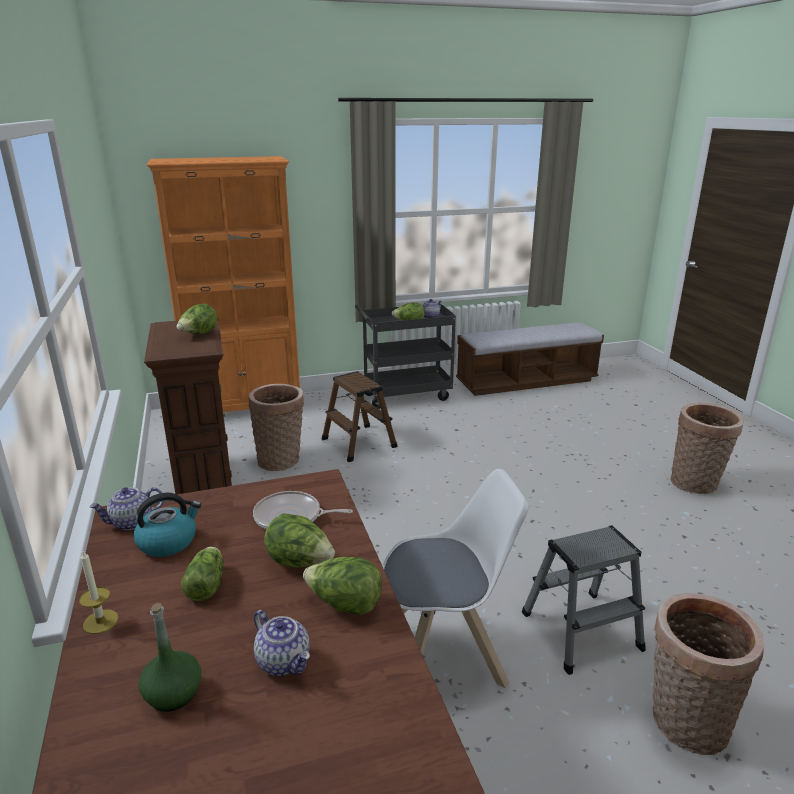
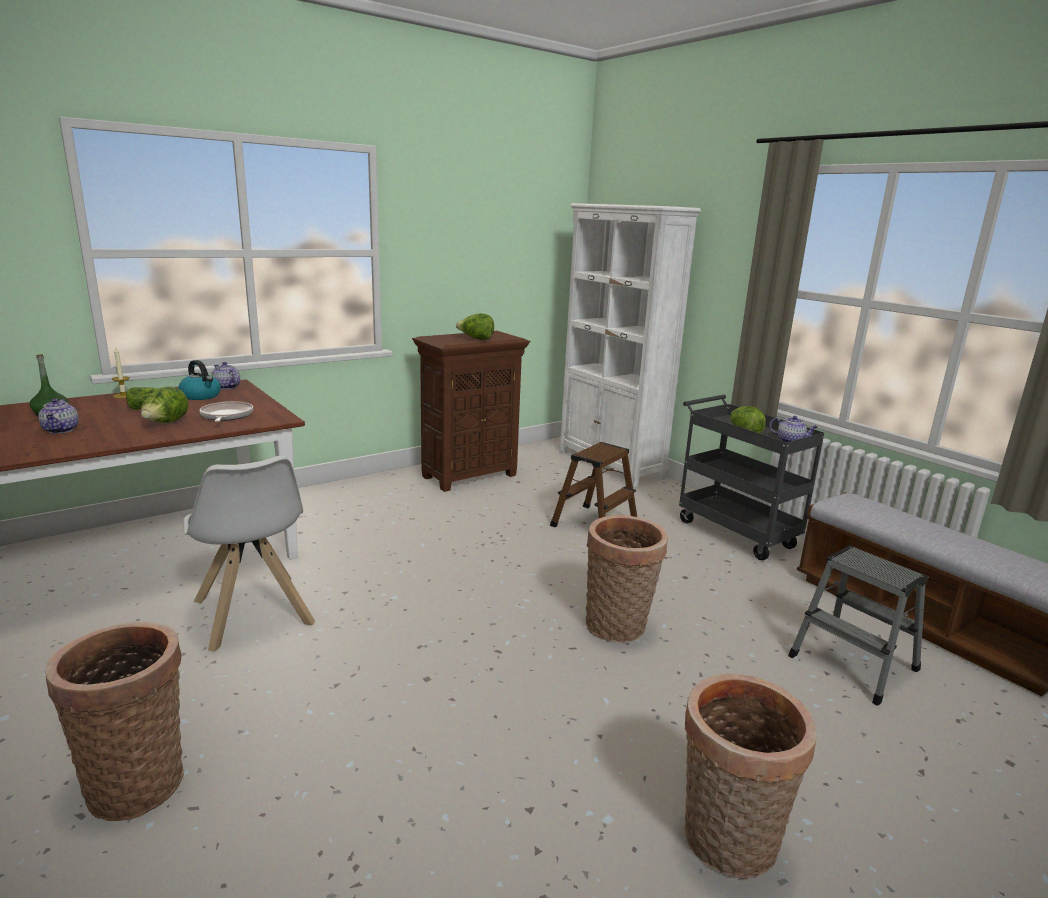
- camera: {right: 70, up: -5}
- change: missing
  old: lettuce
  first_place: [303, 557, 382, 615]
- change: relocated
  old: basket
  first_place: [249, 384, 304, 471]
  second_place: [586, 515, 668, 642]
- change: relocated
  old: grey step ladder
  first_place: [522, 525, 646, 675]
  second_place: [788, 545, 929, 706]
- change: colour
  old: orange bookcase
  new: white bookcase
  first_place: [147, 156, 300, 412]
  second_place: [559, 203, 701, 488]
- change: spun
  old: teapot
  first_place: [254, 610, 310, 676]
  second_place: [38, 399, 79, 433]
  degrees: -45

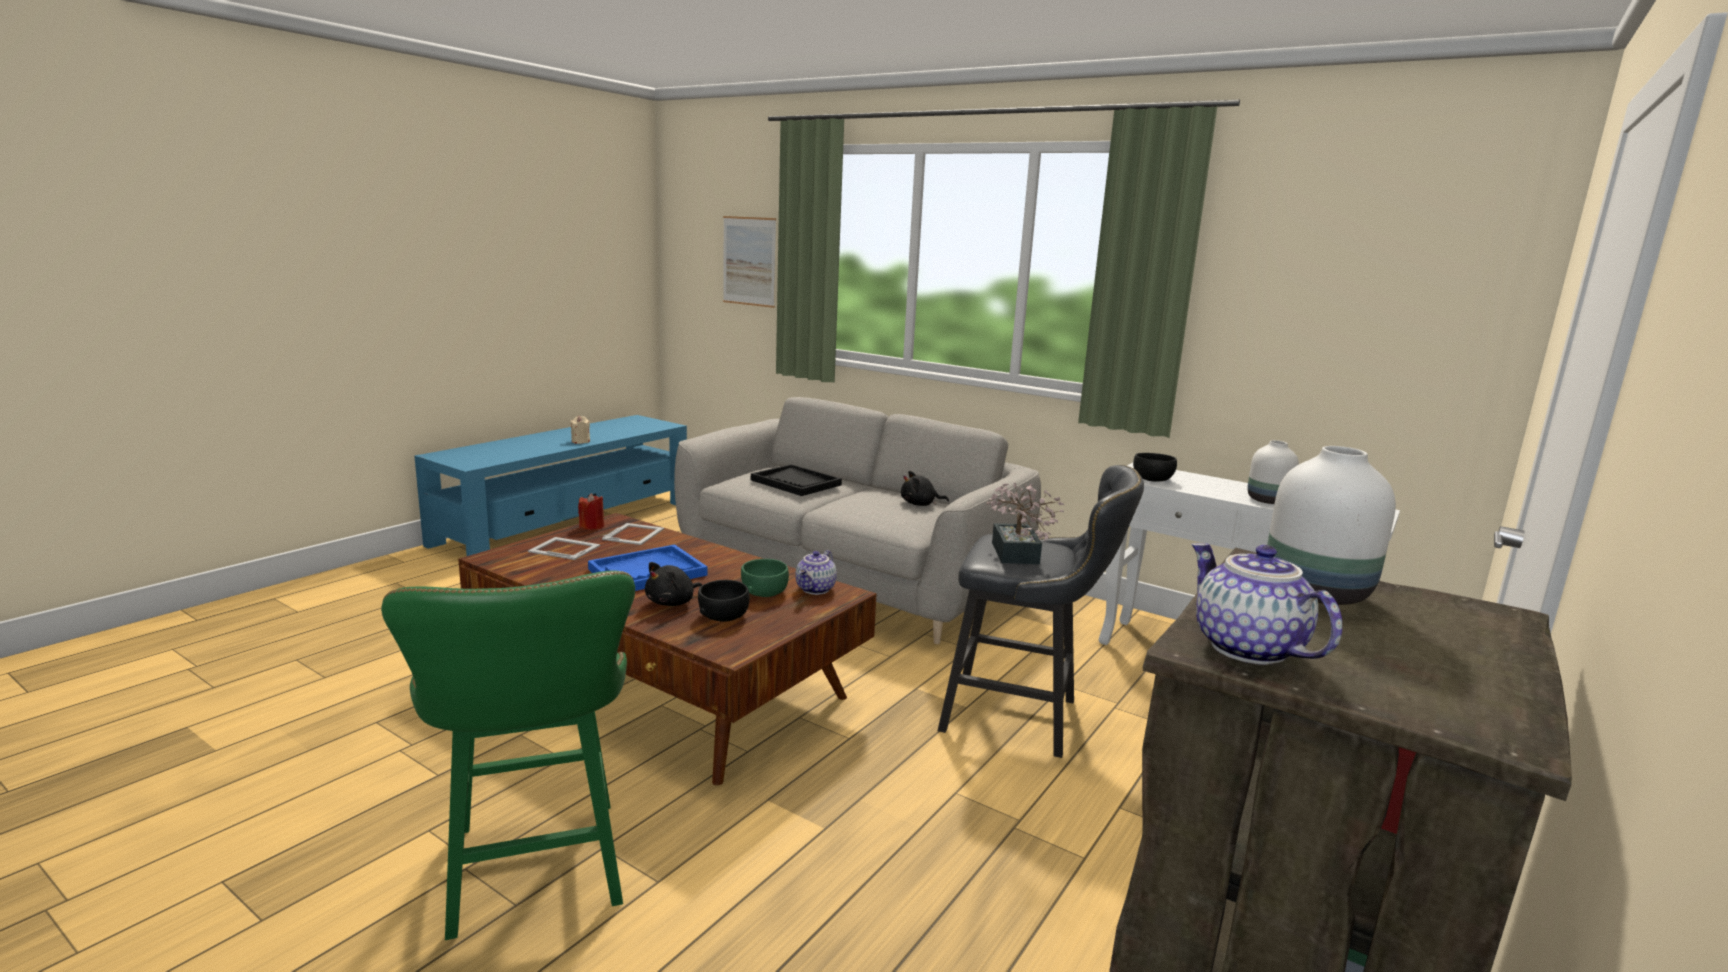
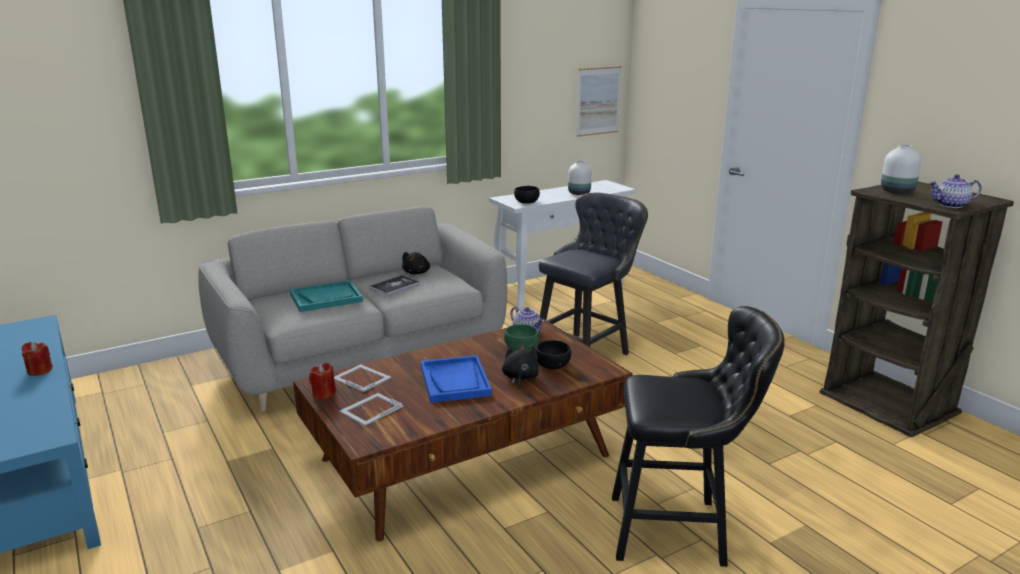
- camera: {right: -65, up: 5}
- change: missing
  old: potted plant
  first_place: [986, 483, 1064, 564]
- change: appeared
  new: book
  second_place: [370, 275, 420, 296]
- change: relocated
  old: picture
  first_place: [723, 216, 776, 308]
  second_place: [577, 66, 622, 137]
- change: colour
  old: green stool
  new: black stool
  first_place: [381, 570, 635, 940]
  second_place: [612, 306, 785, 567]
- change: colour
  old: beige candle
  new: red candle
  first_place: [570, 416, 590, 444]
  second_place: [22, 342, 53, 376]
- change: colour
  old: black tray
  new: turquoise tray
  first_place: [751, 464, 842, 496]
  second_place: [290, 280, 363, 312]
- change: spun
  old: black plush toy
  first_place: [645, 562, 702, 606]
  second_place: [502, 344, 539, 390]
  degrees: -150

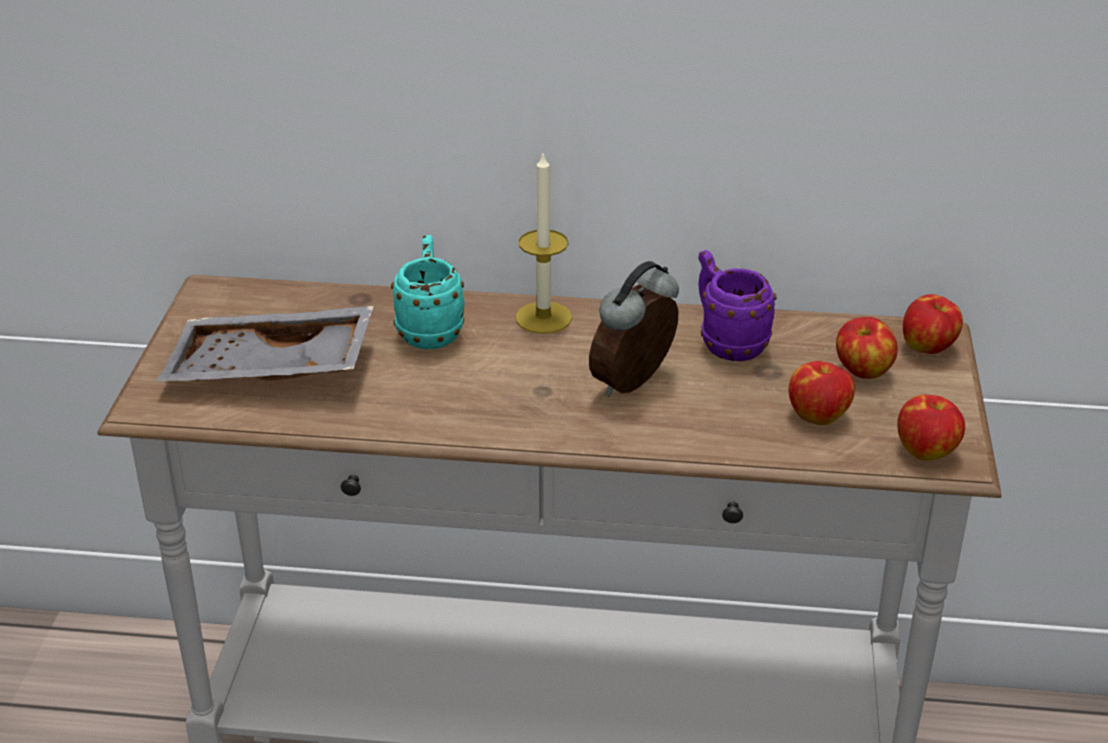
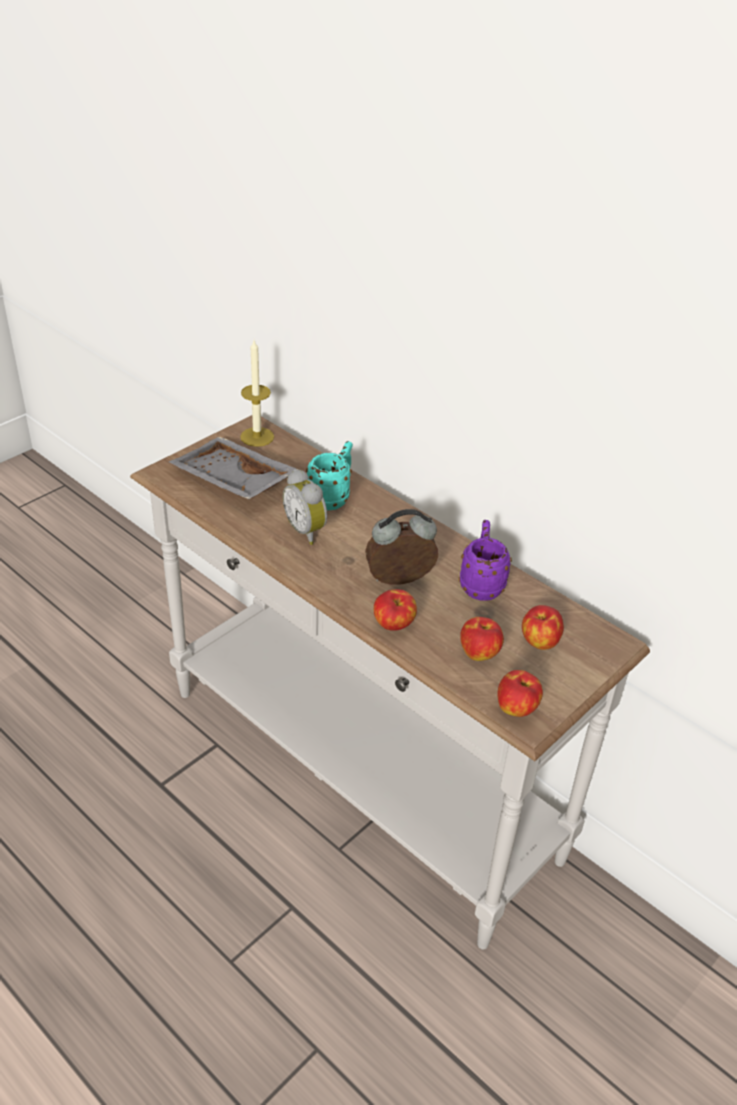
- camera: {right: 35, up: 5}
- change: appeared
  new: alarm clock
  second_place: [283, 469, 327, 545]
- change: relocated
  old: candle
  first_place: [515, 154, 572, 334]
  second_place: [240, 340, 274, 447]
- change: relocated
  old: apple
  first_place: [903, 294, 963, 354]
  second_place: [374, 589, 417, 631]

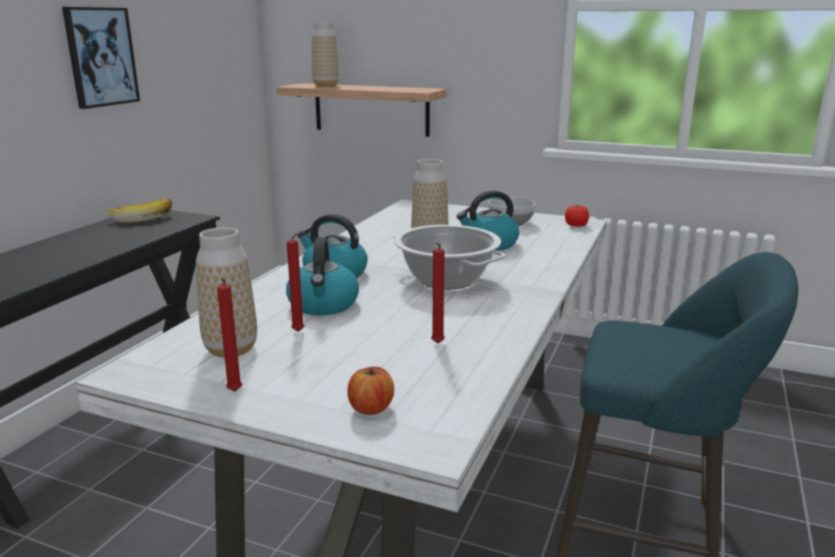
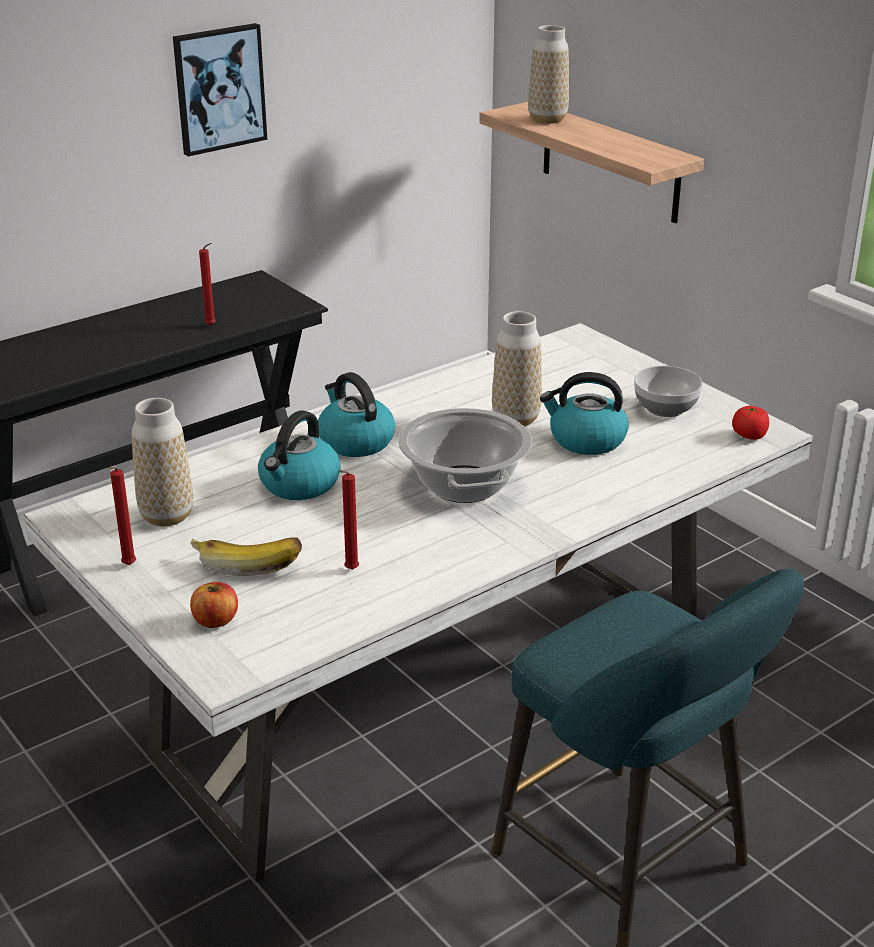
- camera: {right: 30, up: 10}
- change: relocated
  old: banana
  first_place: [104, 199, 172, 223]
  second_place: [190, 537, 302, 576]
- change: relocated
  old: red candle
  first_place: [287, 230, 304, 332]
  second_place: [199, 243, 216, 326]

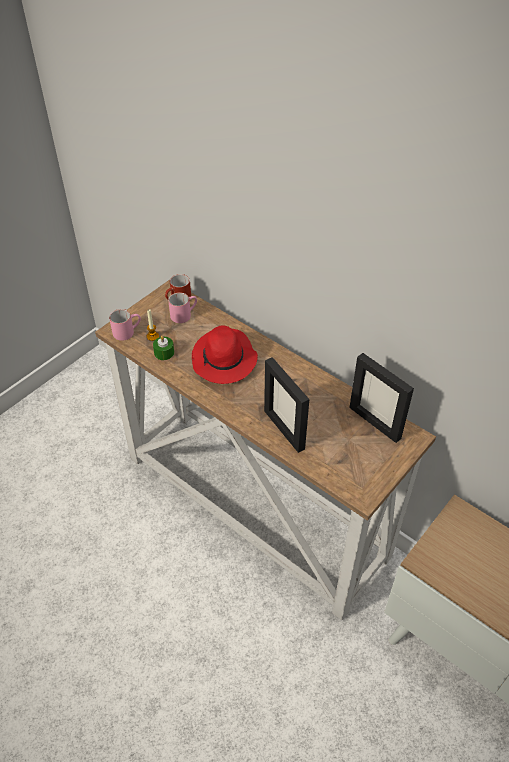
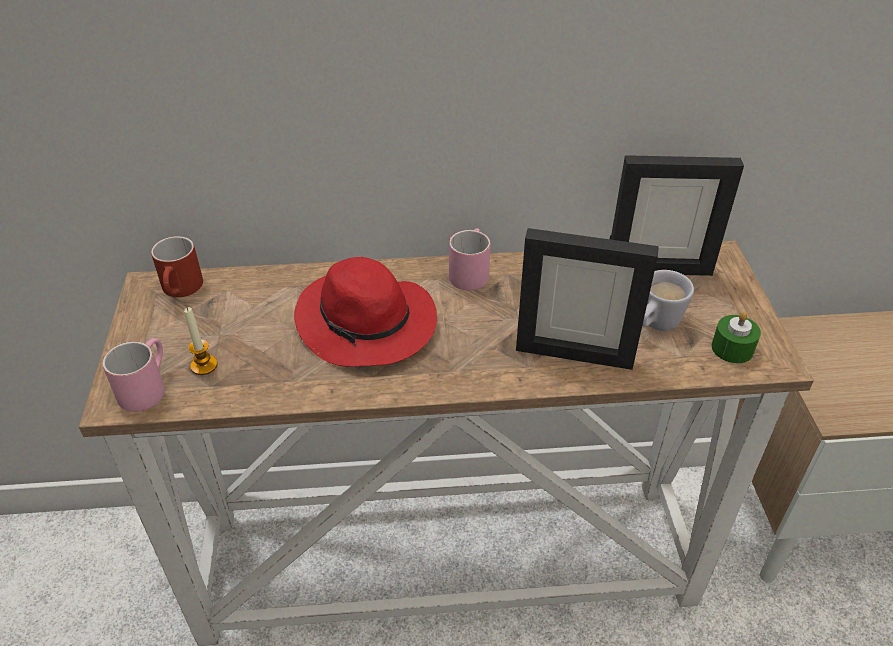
- camera: {right: -45, up: -5}
- change: appeared
  new: white mug
  second_place: [642, 270, 694, 331]
- change: relocated
  old: green candle
  first_place: [153, 336, 174, 360]
  second_place: [712, 312, 761, 363]
- change: relocated
  old: pink mug
  first_place: [168, 292, 197, 323]
  second_place: [449, 228, 491, 290]

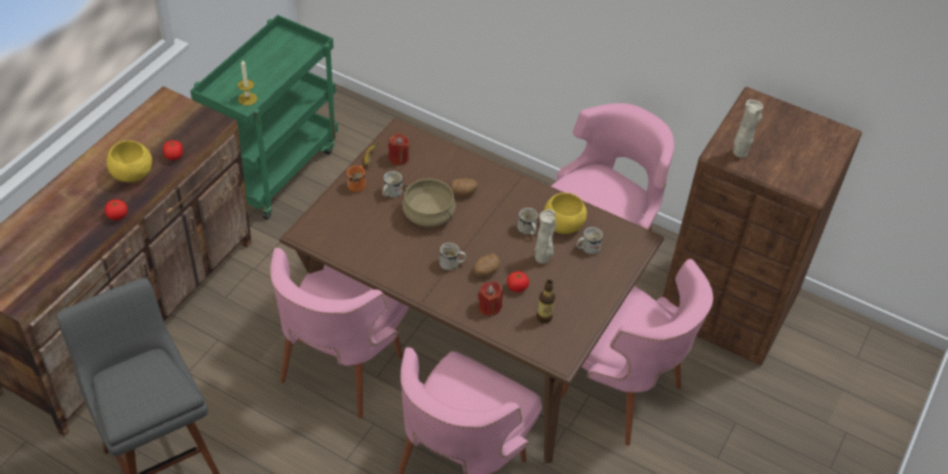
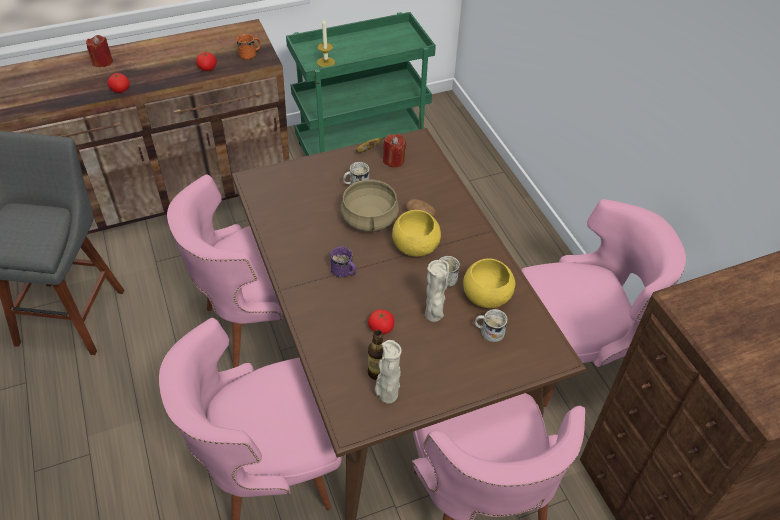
- camera: {right: 40, up: 0}
- change: missing
  old: potato
  first_place: [474, 254, 500, 277]
- change: relocated
  old: yellow bowl
  first_place: [106, 140, 152, 182]
  second_place: [392, 210, 441, 257]
- change: relocated
  old: orange mug
  first_place: [346, 166, 366, 192]
  second_place: [237, 34, 261, 60]
- change: relocated
  old: red candle
  first_place: [478, 281, 503, 317]
  second_place: [86, 35, 113, 67]
- change: relocated
  old: beige vase
  first_place: [733, 100, 763, 158]
  second_place: [375, 340, 402, 404]
- change: colour
  old: white mug
  new: purple mug
  first_place: [439, 243, 466, 270]
  second_place: [330, 246, 357, 277]

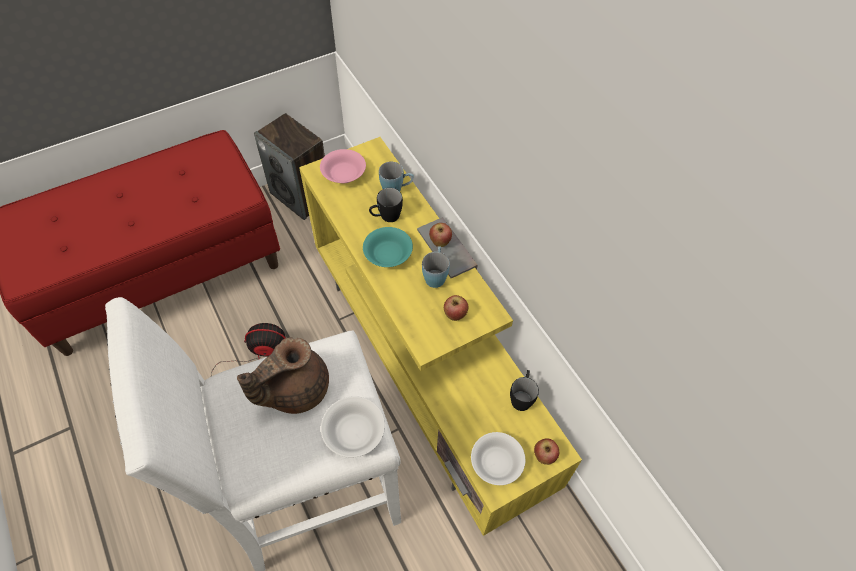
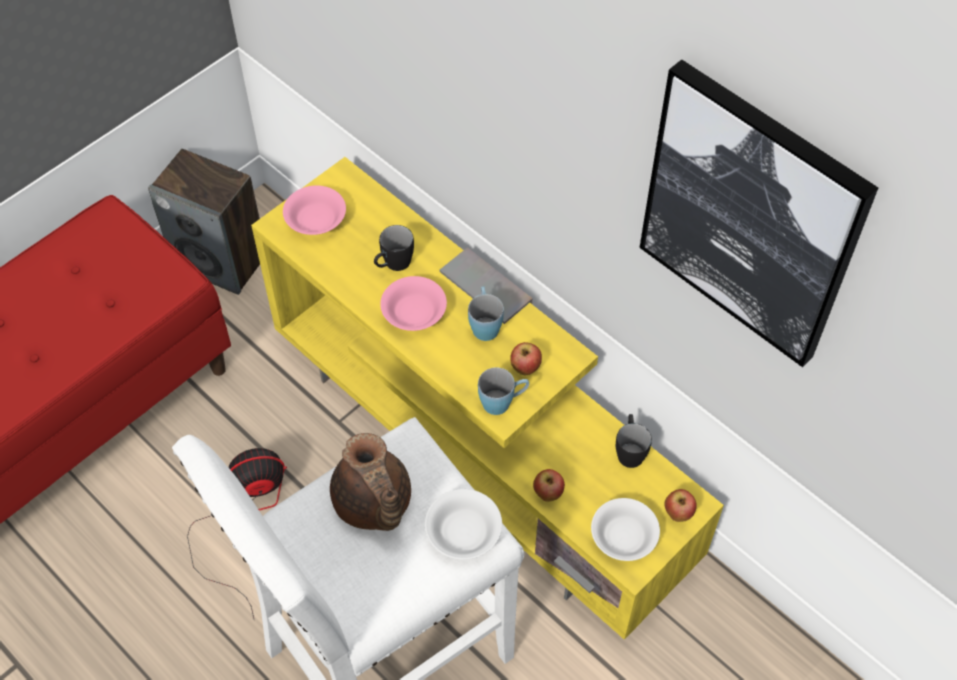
- camera: {right: -15, up: 0}
- change: appeared
  new: picture
  second_place: [640, 59, 878, 367]
- change: relocated
  old: blue mug
  first_place: [379, 161, 414, 191]
  second_place: [478, 367, 529, 415]
- change: relocated
  old: apple
  first_place: [429, 223, 452, 247]
  second_place: [533, 469, 565, 502]
- change: colour
  old: turquoise bowl
  new: pink bowl
  first_place: [363, 227, 413, 267]
  second_place: [380, 276, 447, 331]
- change: spun
  old: brown teapot
  first_place: [237, 337, 329, 414]
  second_place: [330, 433, 411, 531]
  degrees: -60

